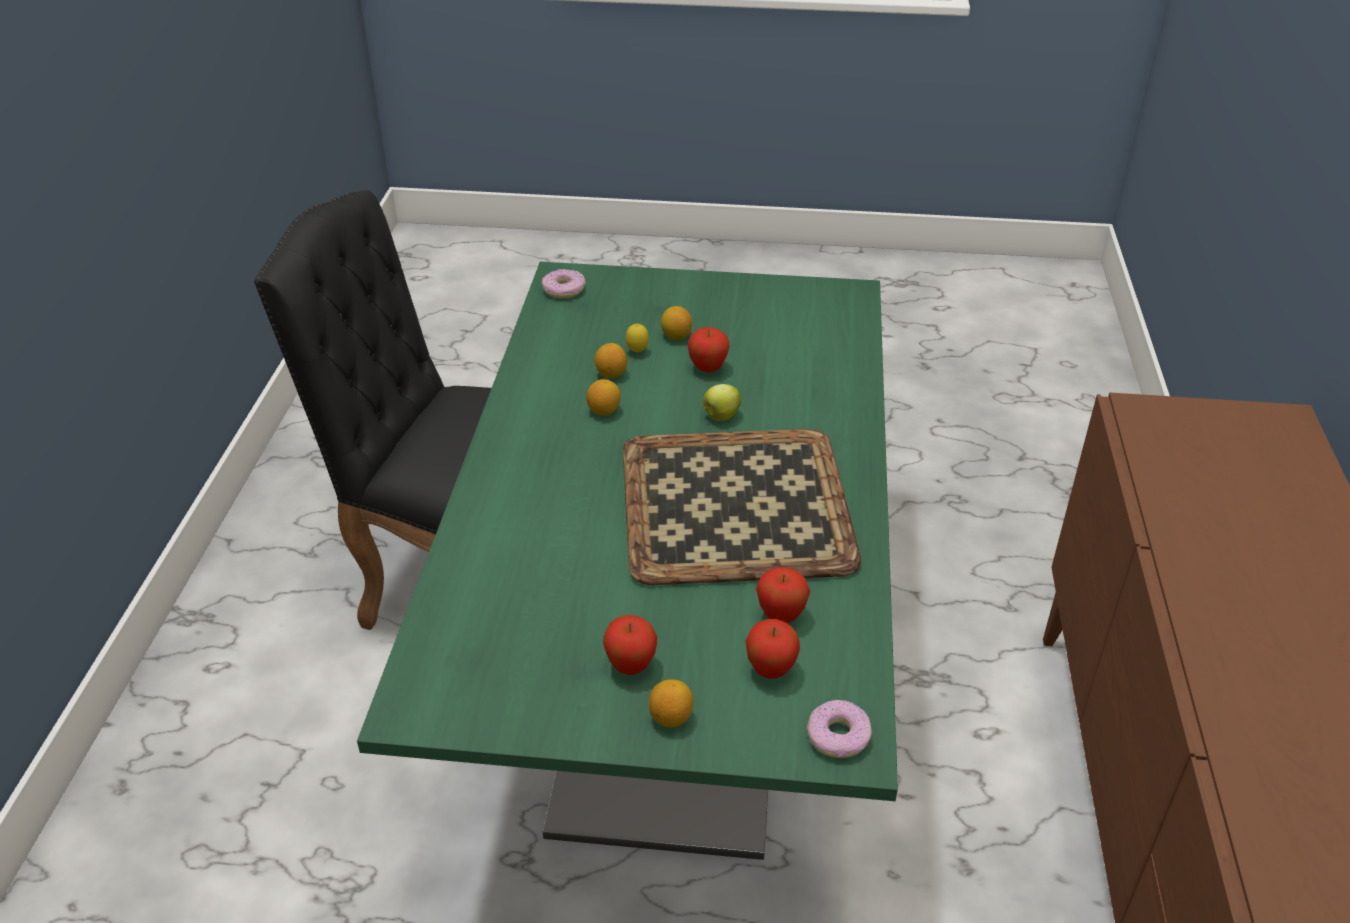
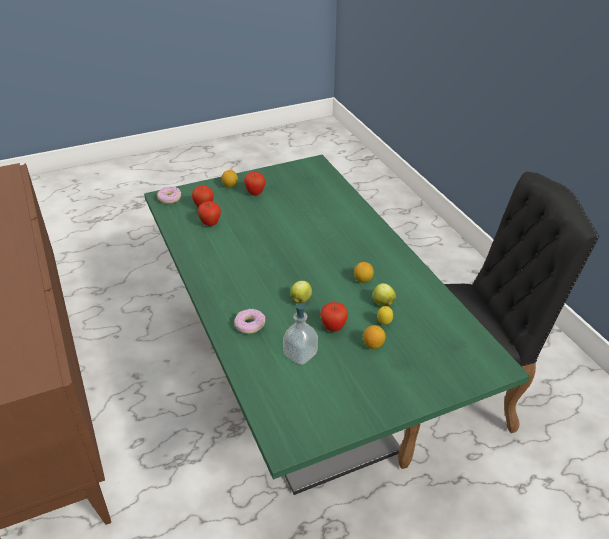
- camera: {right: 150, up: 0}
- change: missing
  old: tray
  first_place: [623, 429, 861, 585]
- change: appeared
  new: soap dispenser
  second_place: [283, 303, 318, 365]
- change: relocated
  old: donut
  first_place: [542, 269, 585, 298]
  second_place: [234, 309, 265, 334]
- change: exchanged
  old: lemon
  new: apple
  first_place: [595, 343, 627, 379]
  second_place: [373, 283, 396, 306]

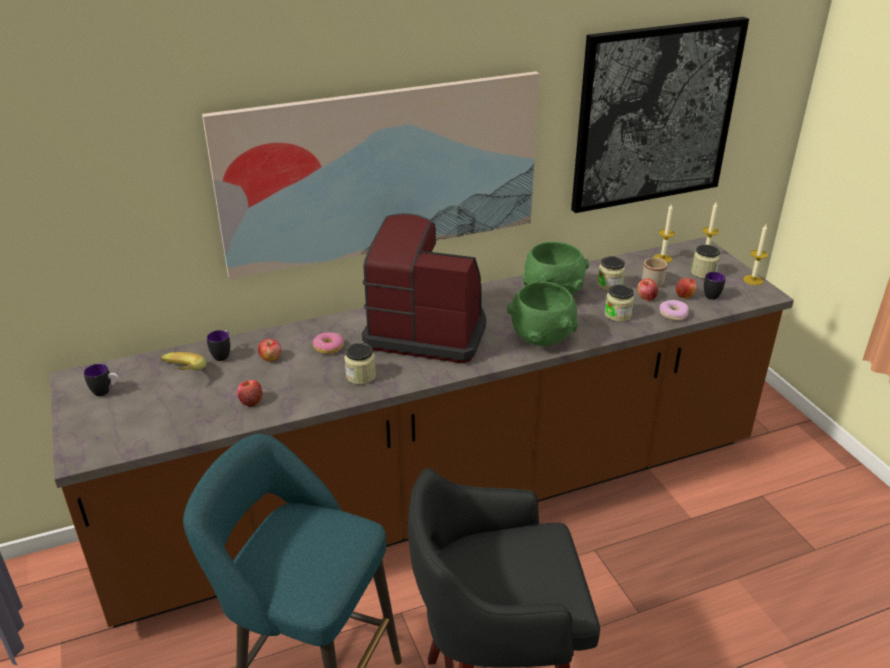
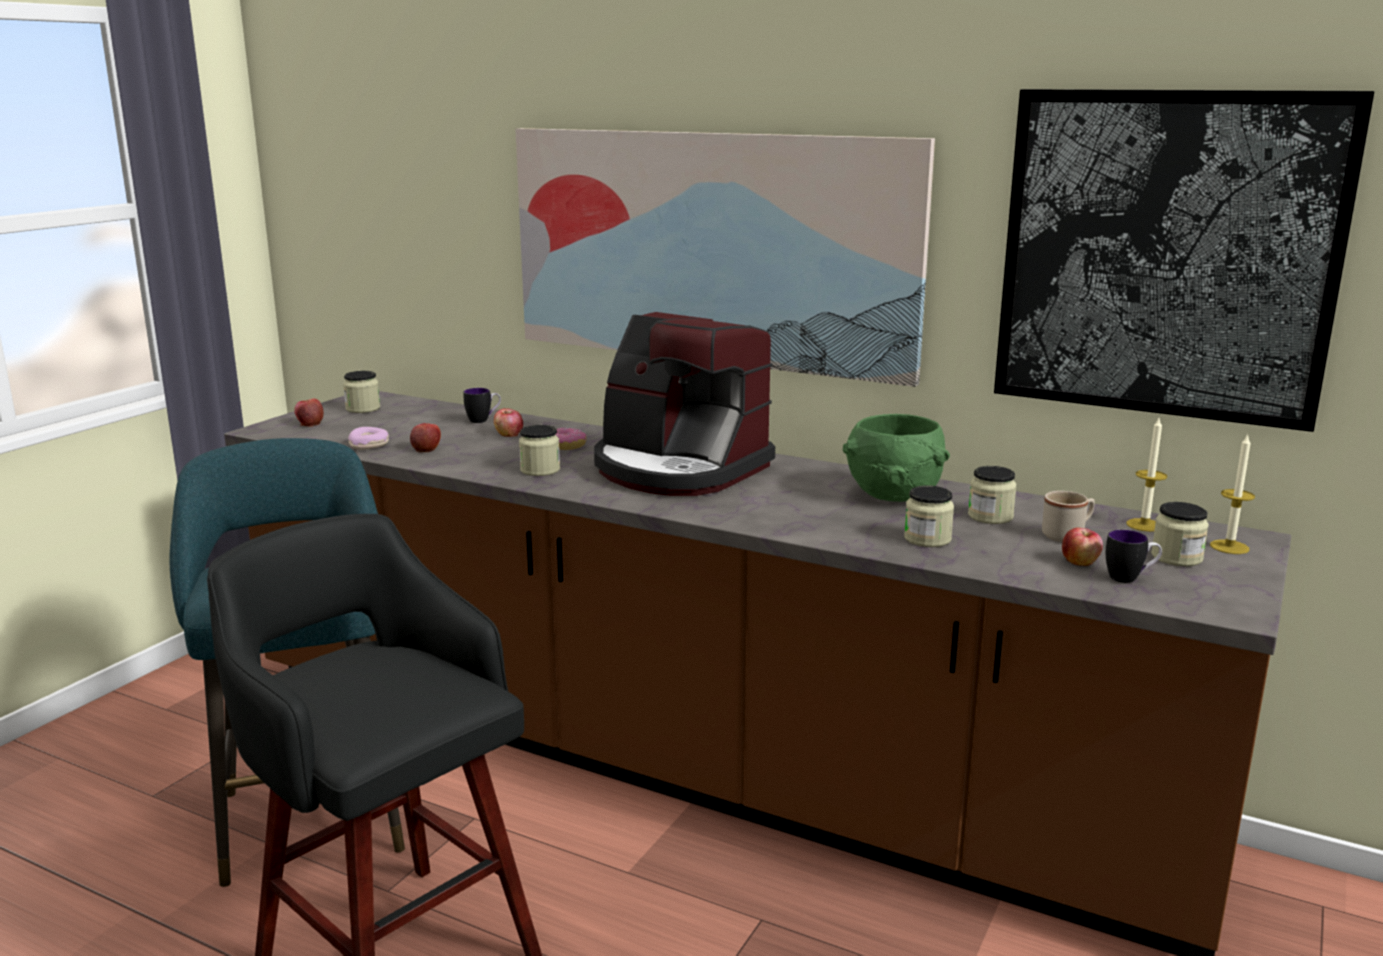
- camera: {right: 50, up: -15}
- change: missing
  old: banana
  first_place: [161, 352, 206, 370]
- change: missing
  old: green bowl
  first_place: [507, 282, 579, 346]
- change: missing
  old: candle
  first_place: [743, 224, 768, 285]
- change: relocated
  old: apple
  first_place: [637, 278, 658, 301]
  second_place: [294, 398, 323, 427]
- change: relocated
  old: donut
  first_place: [659, 300, 689, 321]
  second_place: [348, 427, 389, 450]
- change: exchanged
  old: mug
  new: jar
  first_place: [84, 364, 119, 396]
  second_place: [343, 371, 380, 413]
- change: spun
  old: coffee machine
  first_place: [362, 213, 486, 363]
  second_place: [594, 312, 775, 496]
  degrees: 150

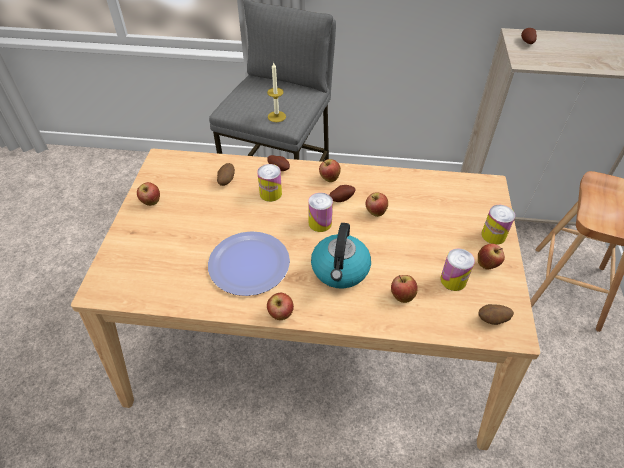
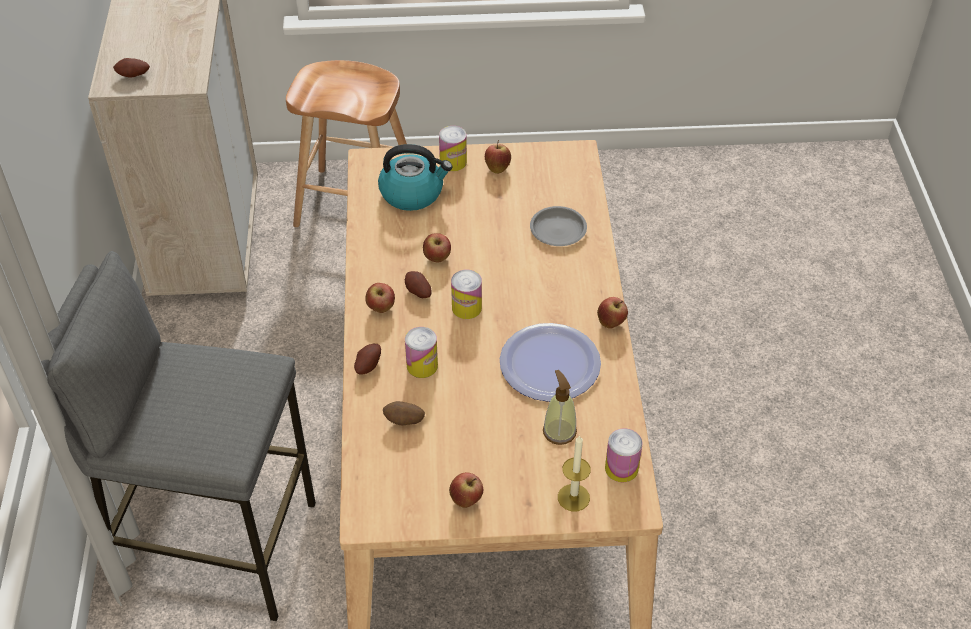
- camera: {right: -100, up: 0}
- change: missing
  old: potato
  first_place: [478, 304, 514, 325]
- change: appeared
  new: soap dispenser
  second_place: [543, 370, 577, 445]
- change: relocated
  old: candle
  first_place: [267, 62, 286, 122]
  second_place: [558, 435, 591, 511]
- change: relocated
  old: kettle
  first_place: [311, 223, 371, 289]
  second_place: [378, 144, 452, 211]
- change: relocated
  old: can
  first_place: [440, 248, 475, 291]
  second_place: [605, 428, 642, 482]
- change: exchanged
  old: apple
  new: grey plate
  first_place: [391, 275, 418, 303]
  second_place: [530, 206, 587, 246]

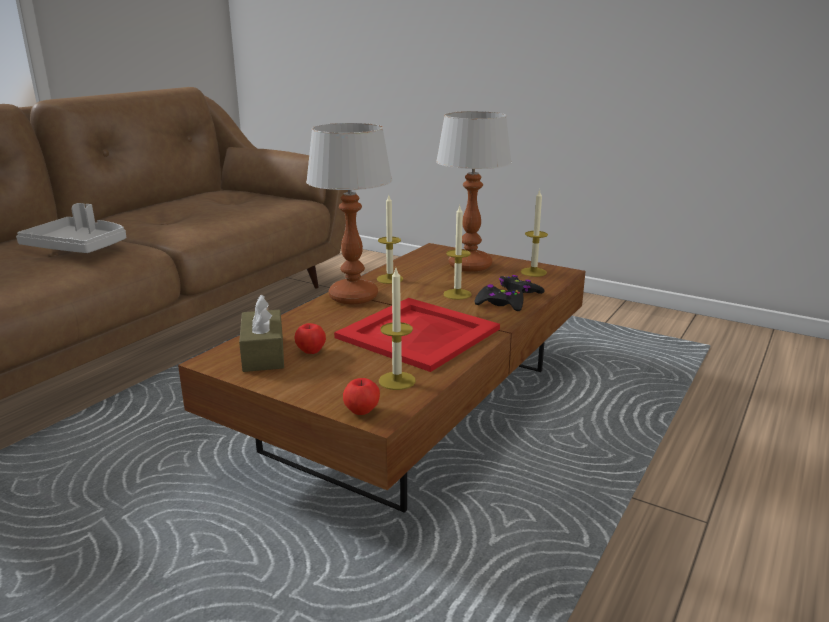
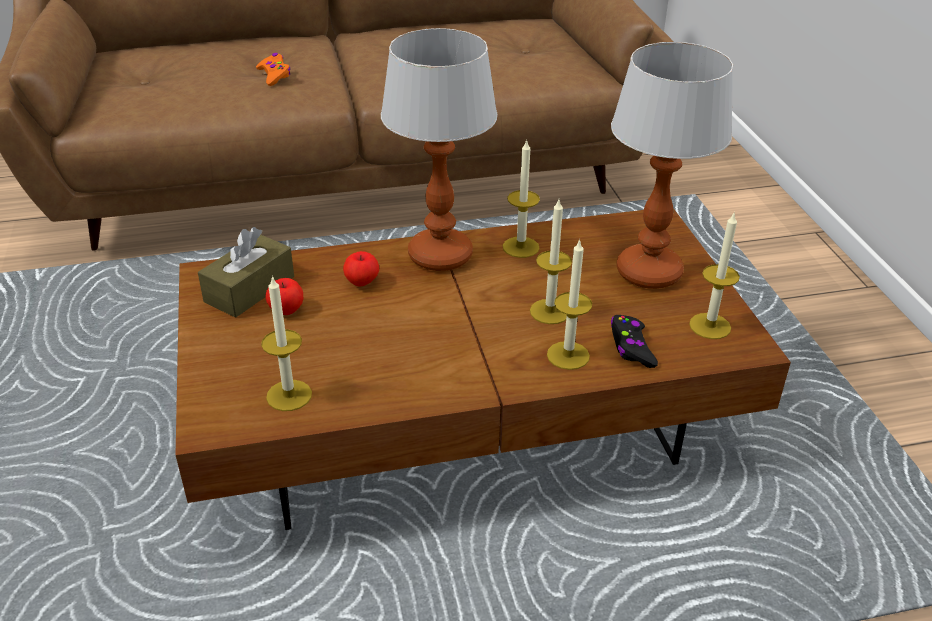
- camera: {right: 45, up: 15}
- change: missing
  old: red tray
  first_place: [334, 298, 500, 372]
- change: relocated
  old: apple
  first_place: [343, 378, 380, 415]
  second_place: [343, 251, 379, 287]
- change: exchanged
  old: grey tray
  new: orange game controller
  first_place: [16, 203, 126, 253]
  second_place: [256, 53, 290, 86]
- change: exchanged
  old: black game controller
  new: candle
  first_place: [475, 284, 523, 311]
  second_place: [547, 239, 592, 370]

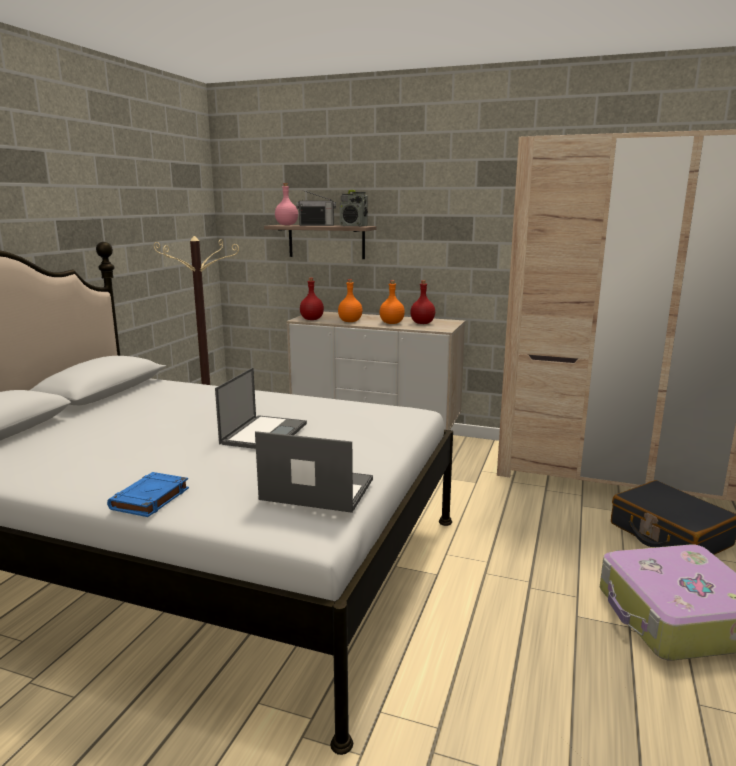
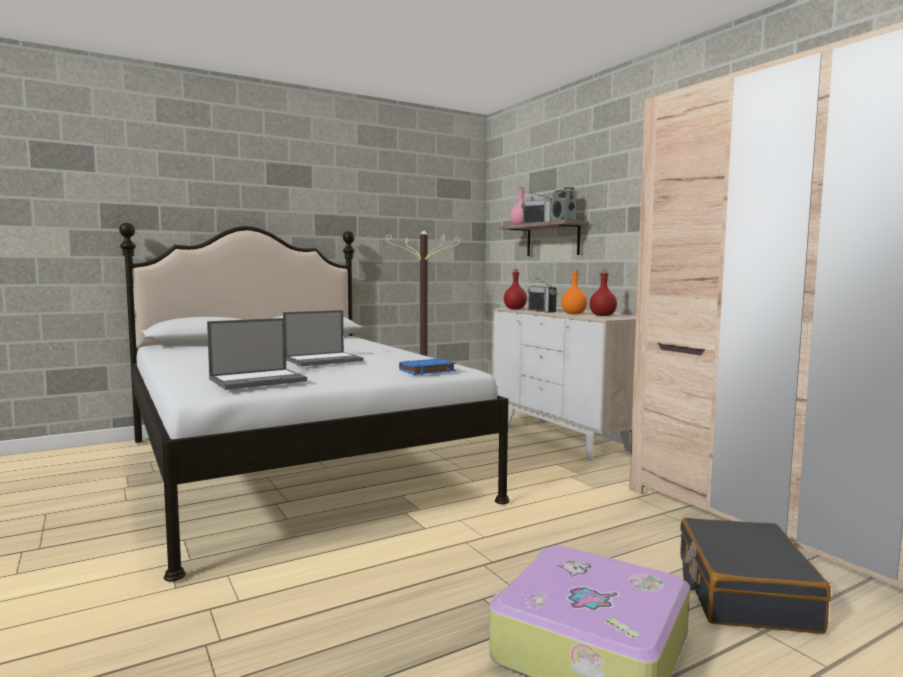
- camera: {right: 40, up: -10}
- change: relocated
  old: blue book
  first_place: [107, 472, 189, 517]
  second_place: [399, 358, 456, 375]
- change: exchanged
  old: orange bottle
  new: radio
  first_place: [338, 279, 363, 322]
  second_place: [528, 276, 557, 313]
- change: spun
  old: laptop
  first_place: [255, 431, 373, 513]
  second_place: [207, 318, 307, 390]
  degrees: 90

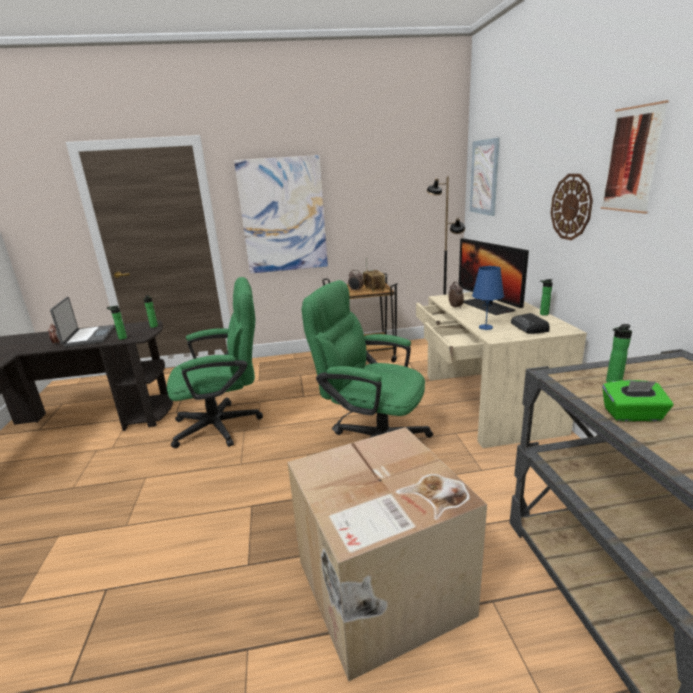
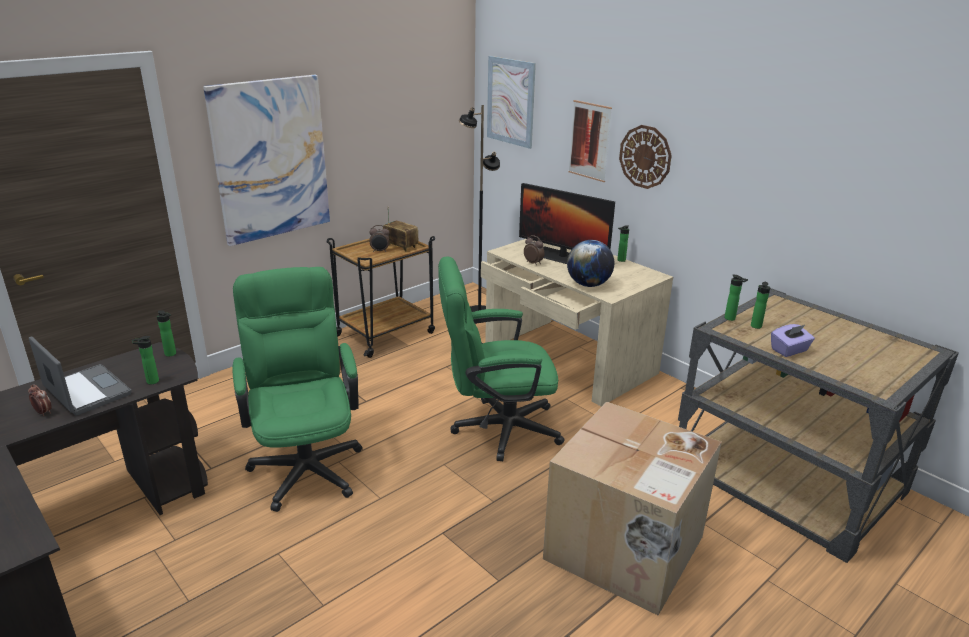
- camera: {right: -35, up: 5}
- change: missing
  old: radio
  first_place: [511, 313, 550, 334]
- change: appeared
  new: bottle
  second_place: [725, 274, 748, 321]
- change: relocated
  old: picture
  first_place: [601, 100, 669, 214]
  second_place: [568, 100, 612, 182]
- change: exchanged
  old: blue table lamp
  new: globe
  first_place: [472, 266, 504, 330]
  second_place: [567, 240, 614, 287]
- change: colour
  old: green tissue box
  new: purple tissue box
  first_place: [602, 380, 674, 421]
  second_place: [771, 324, 815, 357]
- change: spun
  old: green office chair
  first_place: [167, 277, 263, 448]
  second_place: [232, 267, 363, 512]
  degrees: -60

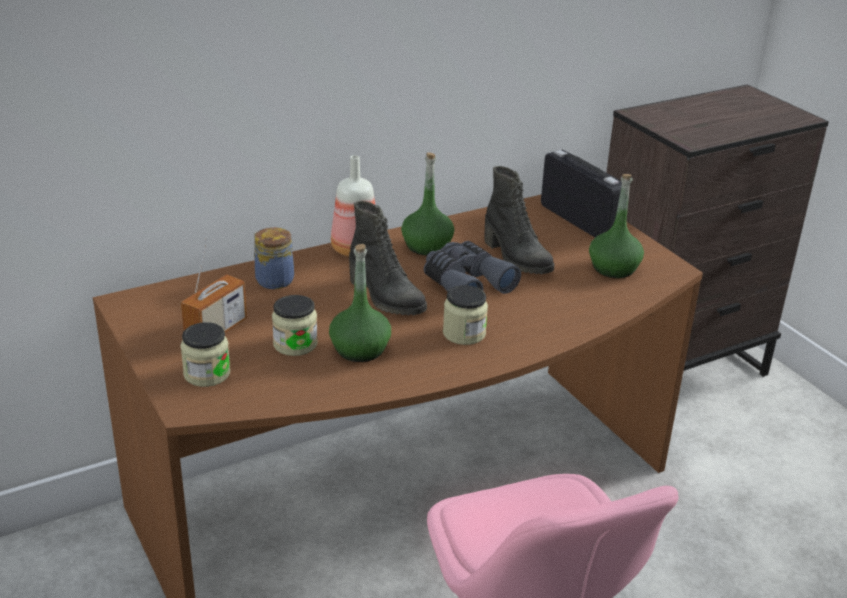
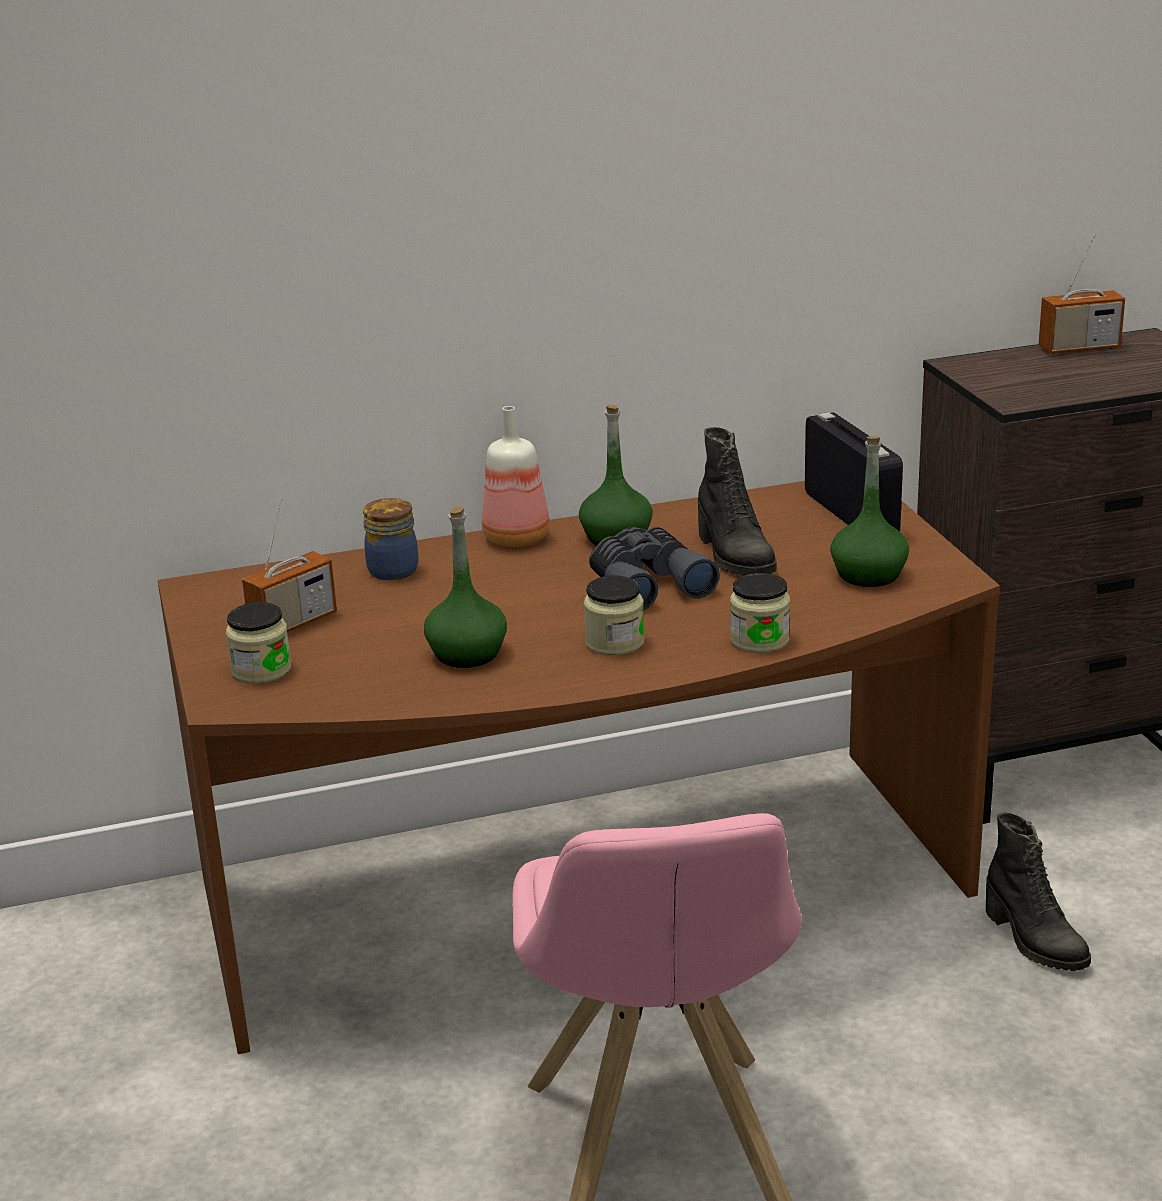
- camera: {right: 15, up: -5}
- change: appeared
  new: radio
  second_place: [1038, 234, 1125, 354]
- change: relocated
  old: jar
  first_place: [272, 295, 318, 356]
  second_place: [730, 573, 790, 653]
- change: relocated
  old: black boot
  first_place: [349, 201, 427, 315]
  second_place: [986, 812, 1091, 971]

